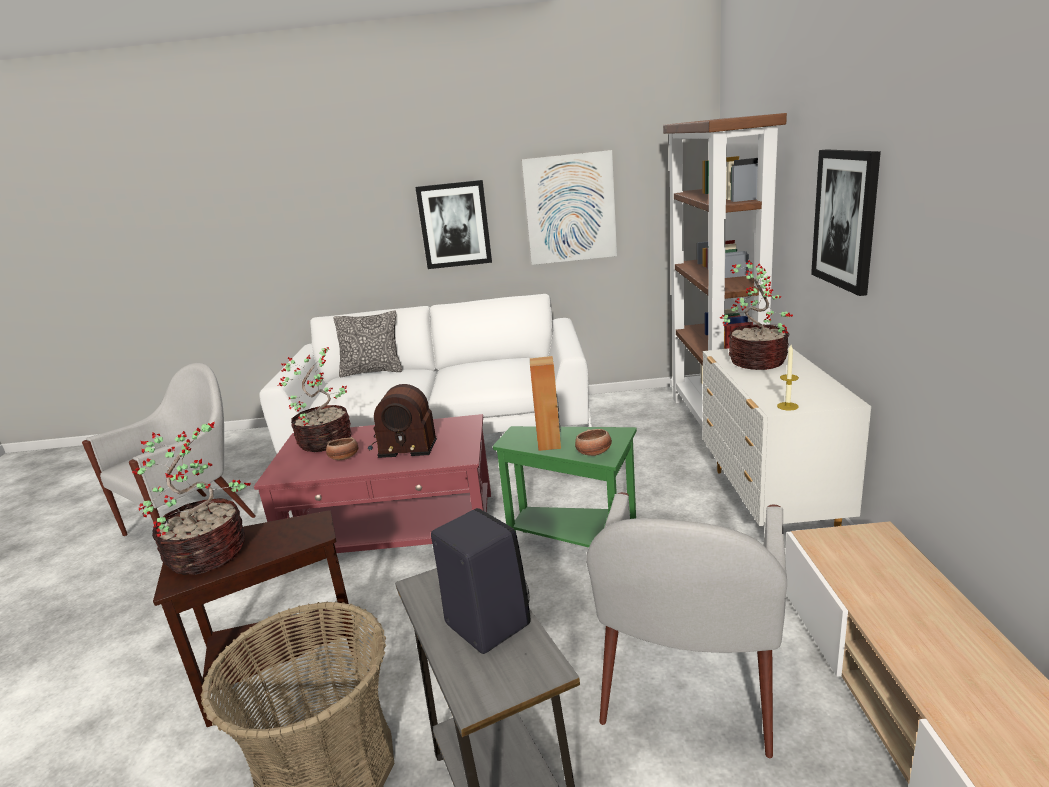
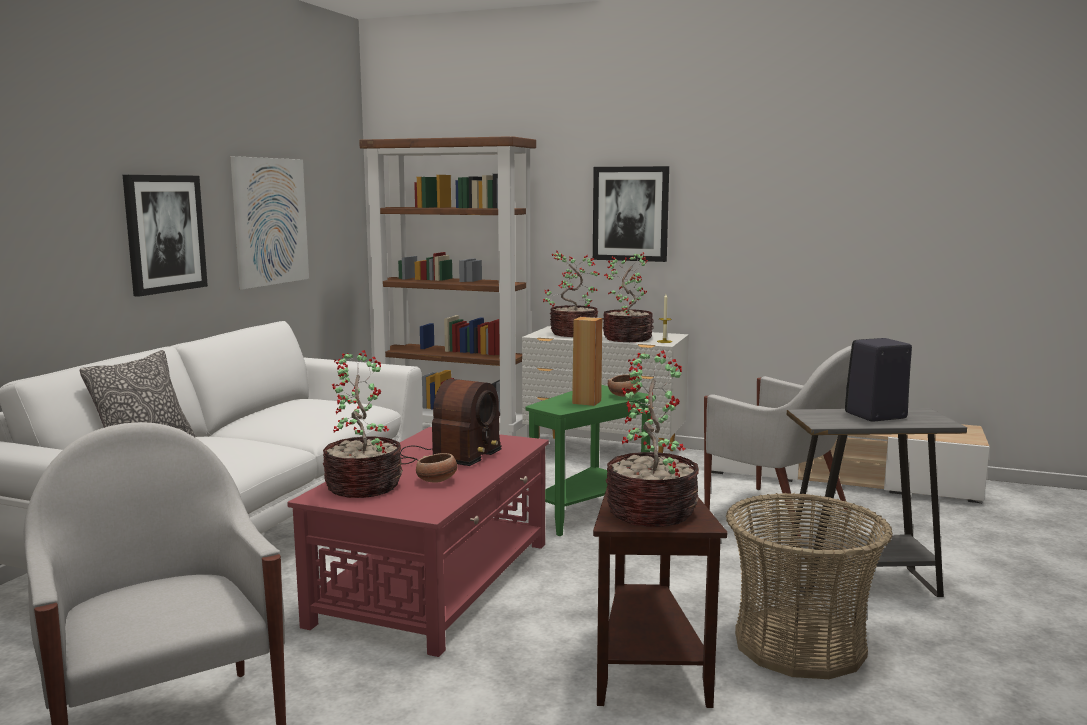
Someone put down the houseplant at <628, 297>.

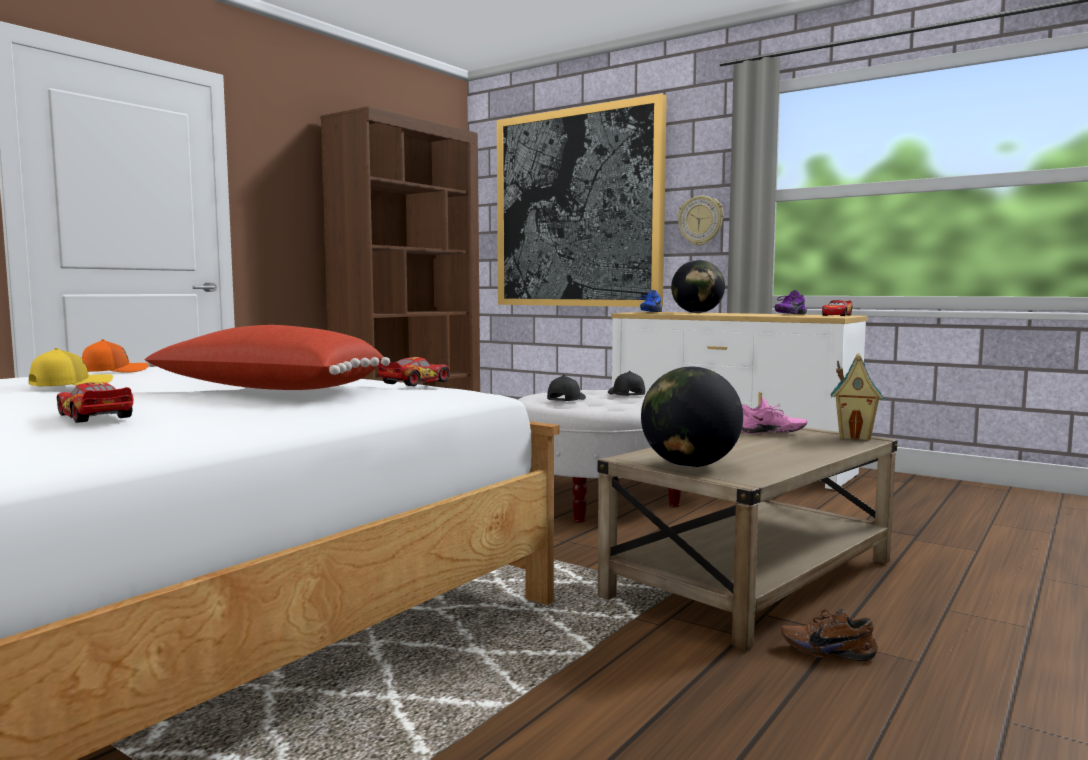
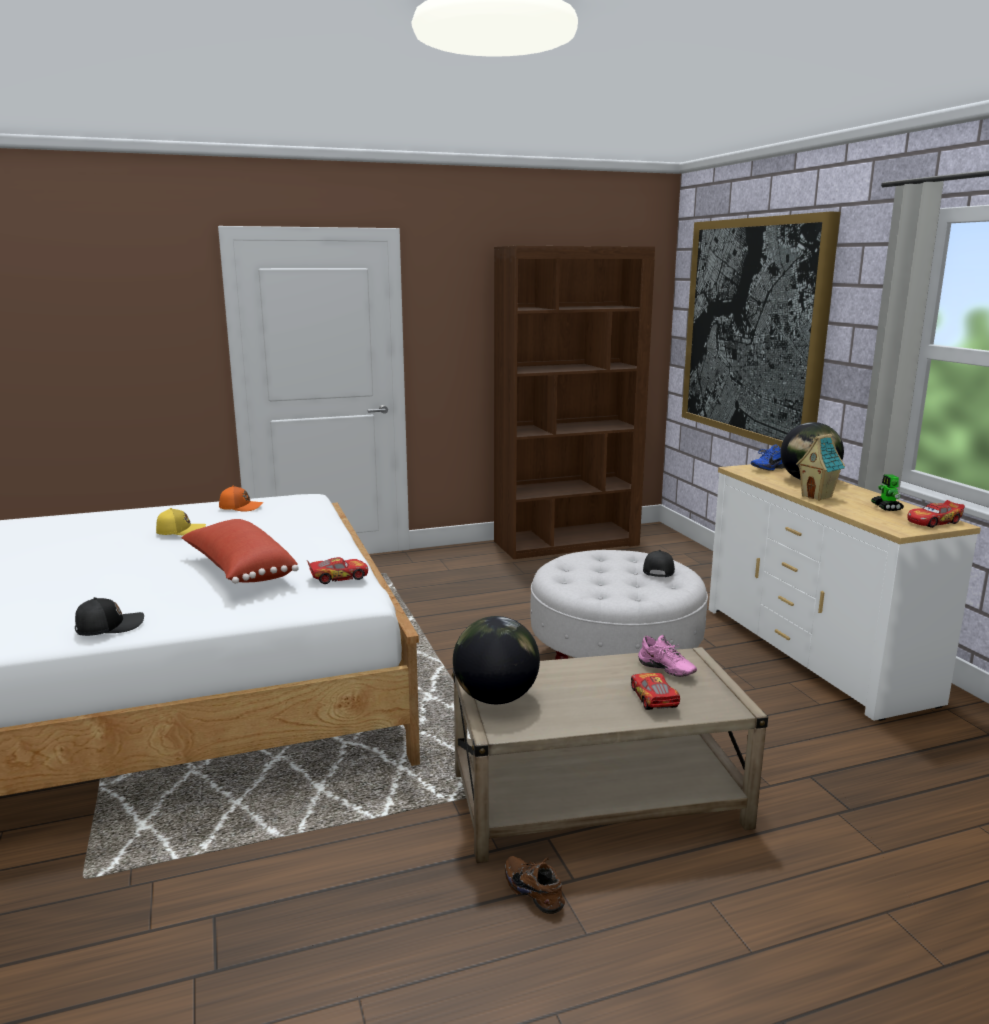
Someone took away the hanging clock at <701, 221>.
Someone swapped the purple-coloured low shoe at <790, 302> for the toy robot at <887, 492>.
Someone carried the toy house from <857, 397> to <820, 467>.
Someone carried the black-coloured baseball cap from <566, 388> to <109, 616>.
Someone carried the miniature car from <95, 402> to <655, 691>.

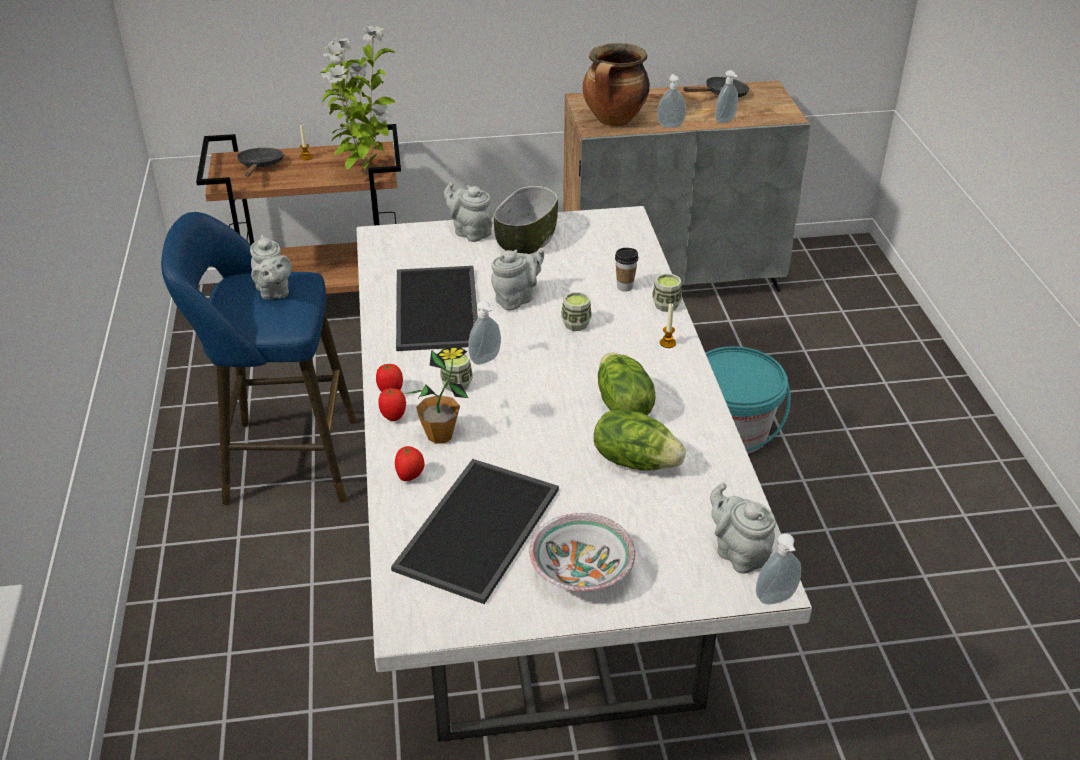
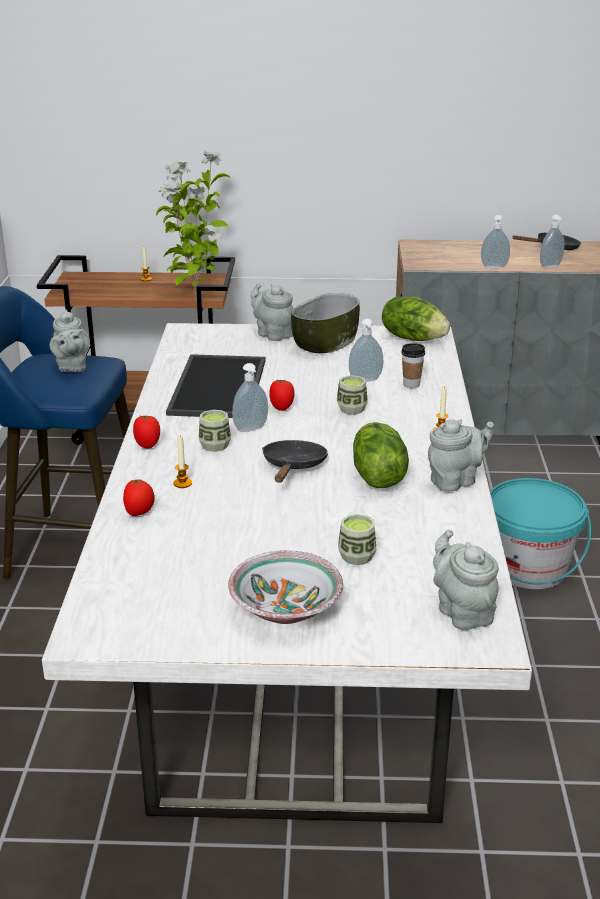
Someone took away the cooking pot at <616, 85>.
Someone carried the black-coloured pan from <260, 162> to <295, 461>.
Someone carried the greyish tea pot from <517, 279> to <461, 455>.
Someone carried the drinking cup from <667, 292> to <357, 539>.
Someone swapped the houseplant at <436, 395> for the wax candle at <182, 461>.
Someone carried the whole tomato from <392, 404> to <282, 395>.
Someone carried the lettuce from <640, 440> to <416, 318>.
Someone took away the tray at <475, 531>.
Someone carried the soap dispenser from <778, 568> to <366, 350>.

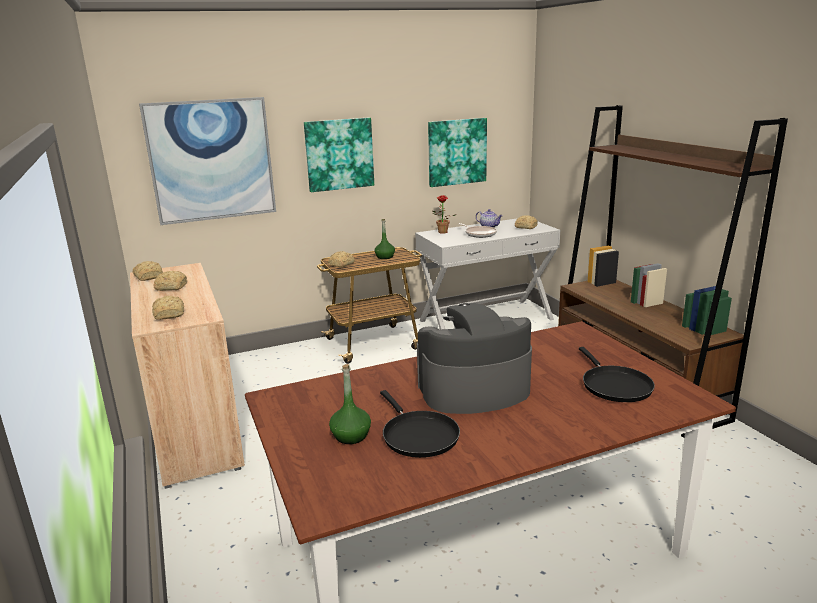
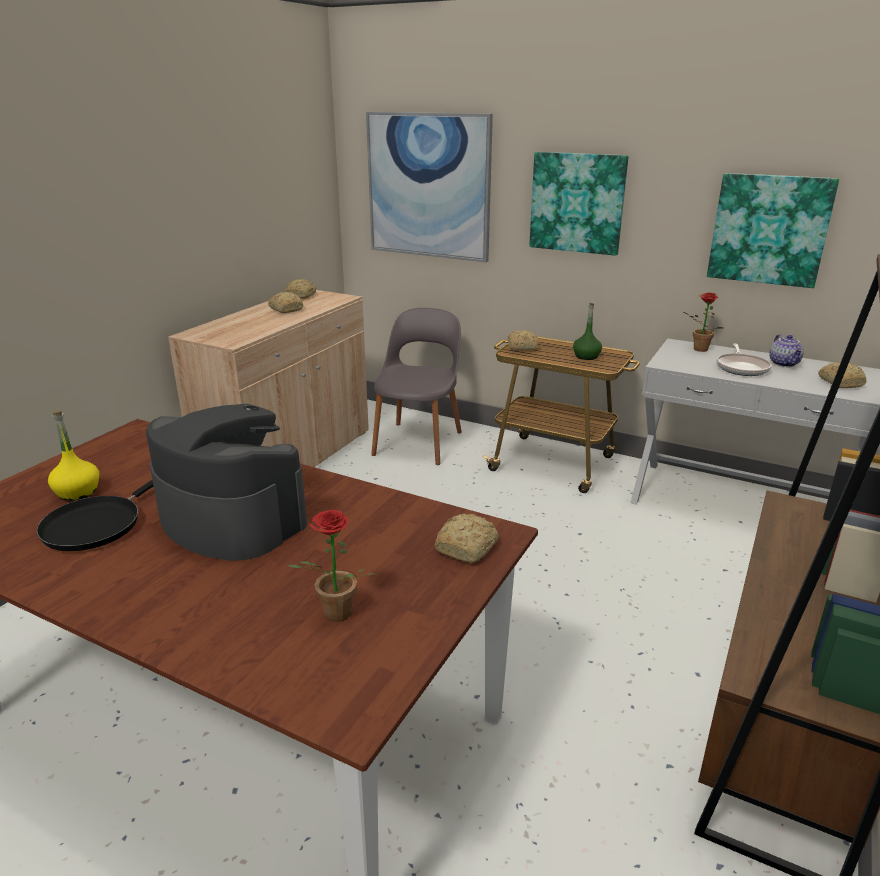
Someone carried the bakery bread from <168, 308> to <467, 538>.
Someone swapped the black-coloured pan at <617, 374> for the houseplant at <331, 566>.
Someone repainted the green-coloured beverage bottle at <350, 404>, which became the yellow-coloured beverage bottle at <73, 456>.
Someone put down the greyish plain chair at <416, 386>.

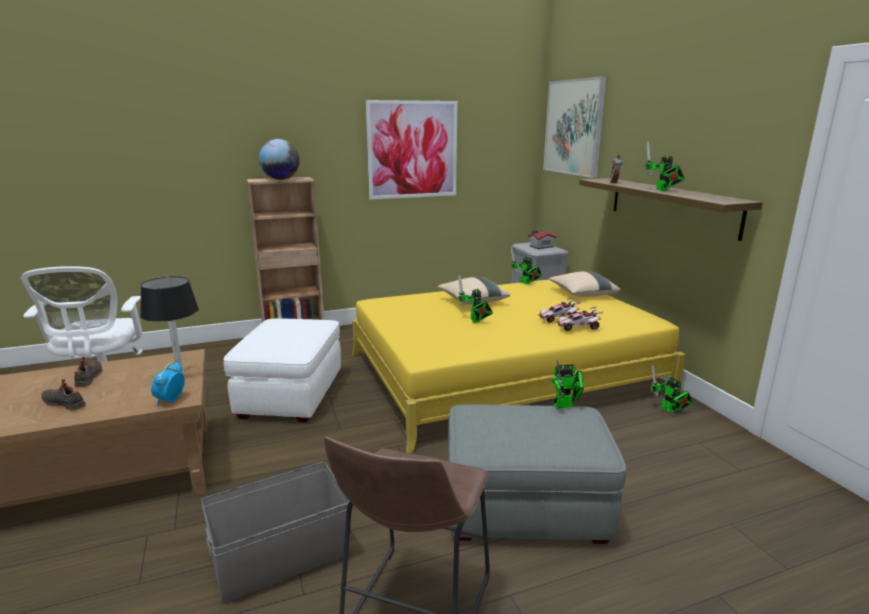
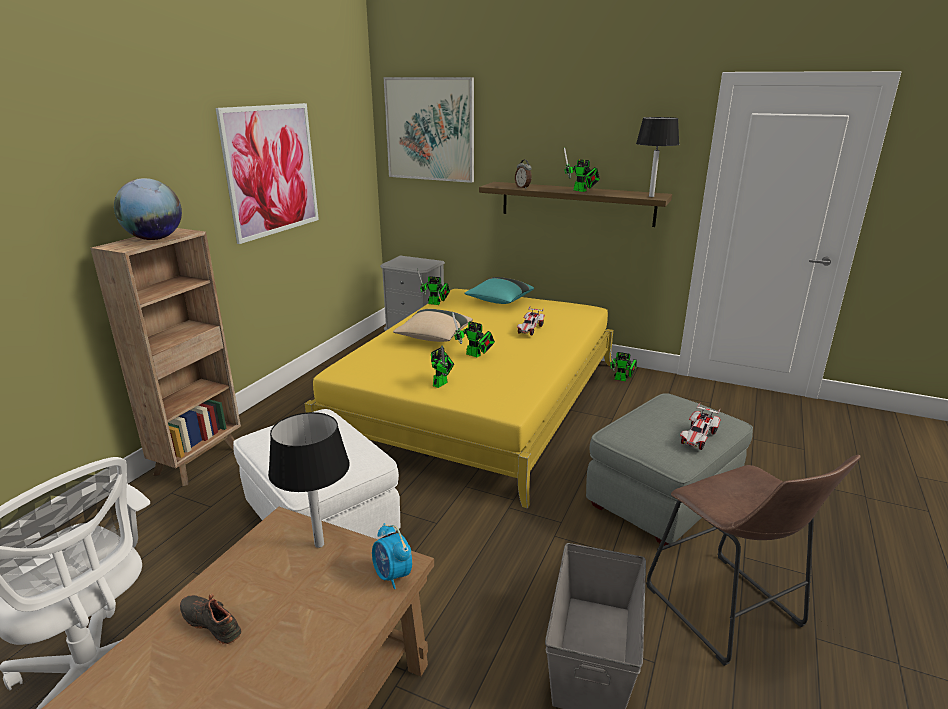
Someone took away the toy house at <542, 239>.
Someone repainted the beige cushion at <585, 284>, which became the turquoise-coloured cushion at <499, 290>.
Someone carried the miniature car from <580, 318> to <700, 426>.
Someone carried the toy robot from <568, 384> to <442, 366>.
Someone took away the black-coloured low shoe at <63, 395>.
Someone put down the black-coloured table lamp at <657, 157>.

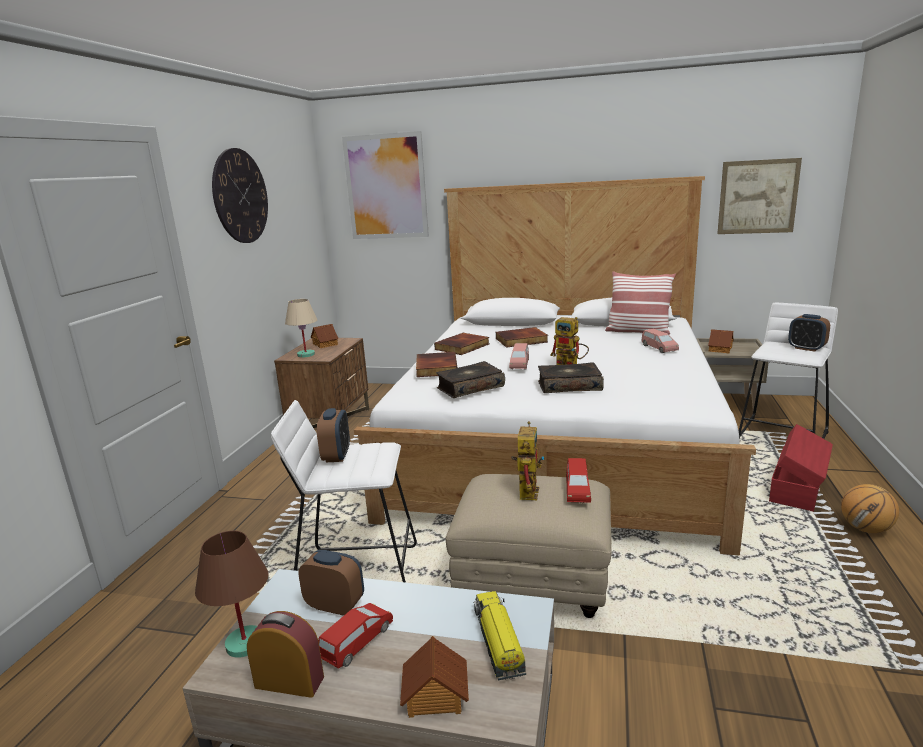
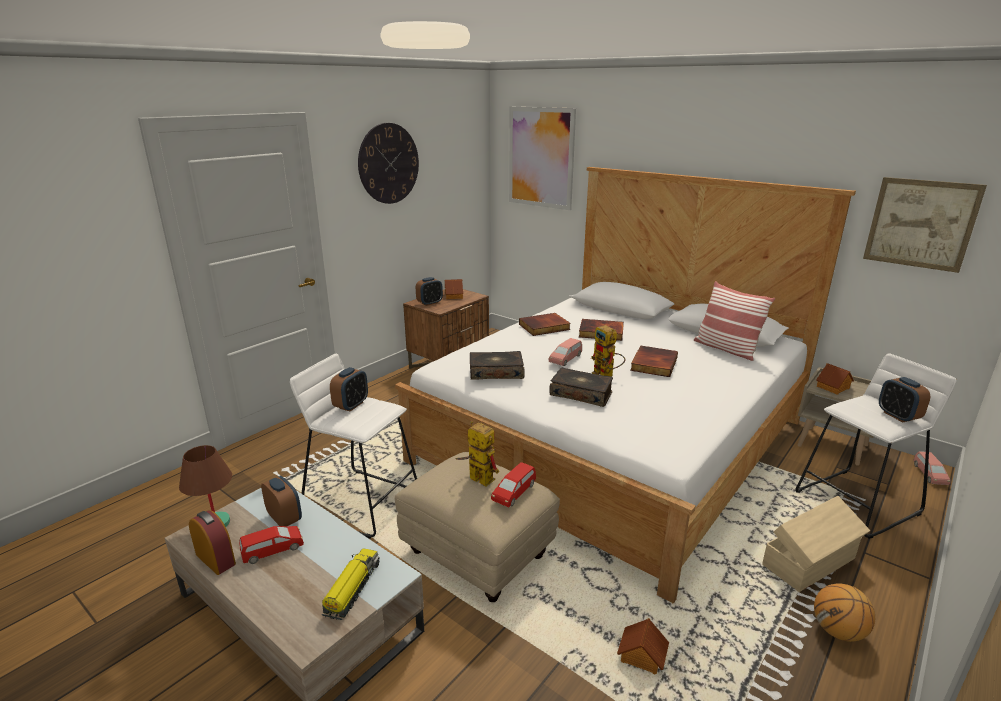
Someone swapped the beige table lamp at <301, 328> for the alarm clock at <429, 291>.
Someone carried the pinkish miniature car from <660, 341> to <932, 468>.
Someone carried the bound book from <436, 364> to <654, 361>.
Someone rotated the toy robot at <527, 460> by 90 degrees counterclockwise.
Someone repainted the red-coloured storage box at <801, 468>, which became the beige storage box at <816, 544>.
Someone carried the toy house from <434, 677> to <643, 646>.

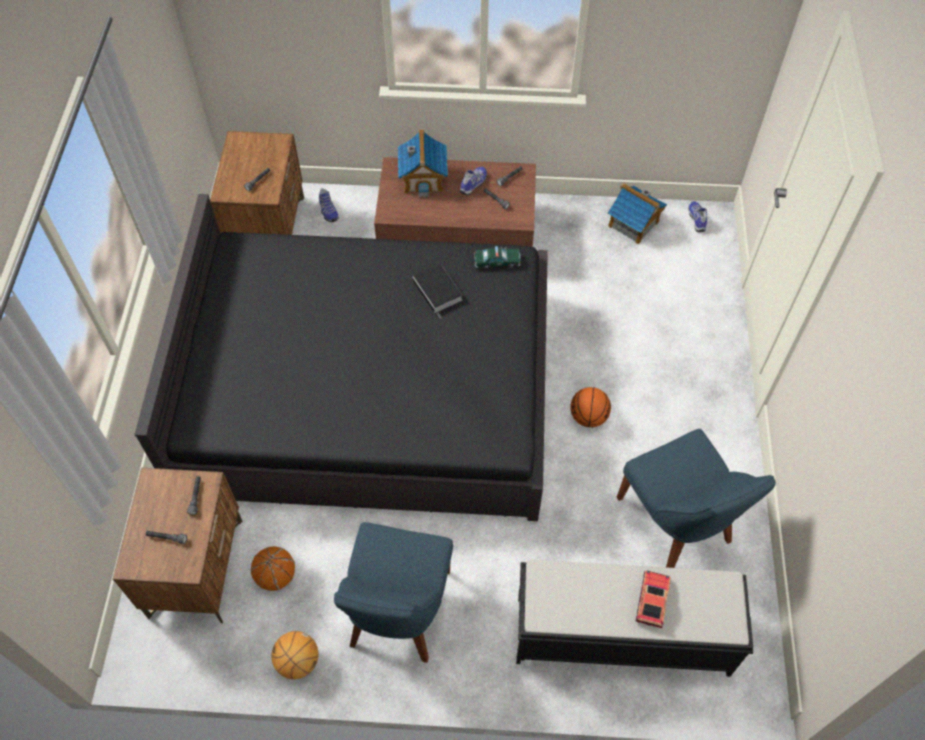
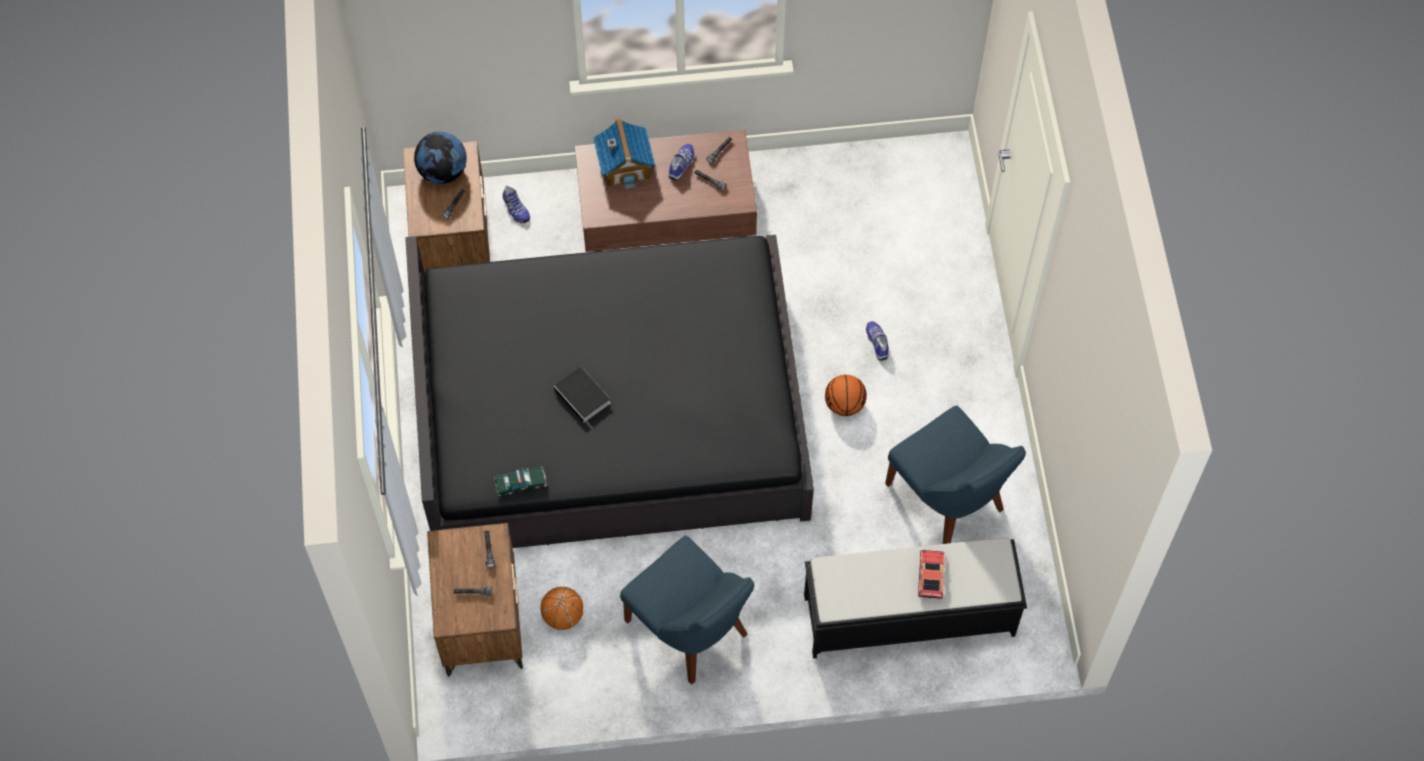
Someone took away the toy house at <637, 213>.
Someone carried the low shoe from <697, 216> to <877, 341>.
Someone carried the miniature car from <497, 257> to <520, 481>.
Someone carried the bound book from <437, 291> to <582, 397>.
Someone rotated the blue-coloured plain chair at <393, 592> by 45 degrees counterclockwise.
Someone took away the ball for basketball at <294, 655>.
Someone put down the desk globe at <440, 158>.

